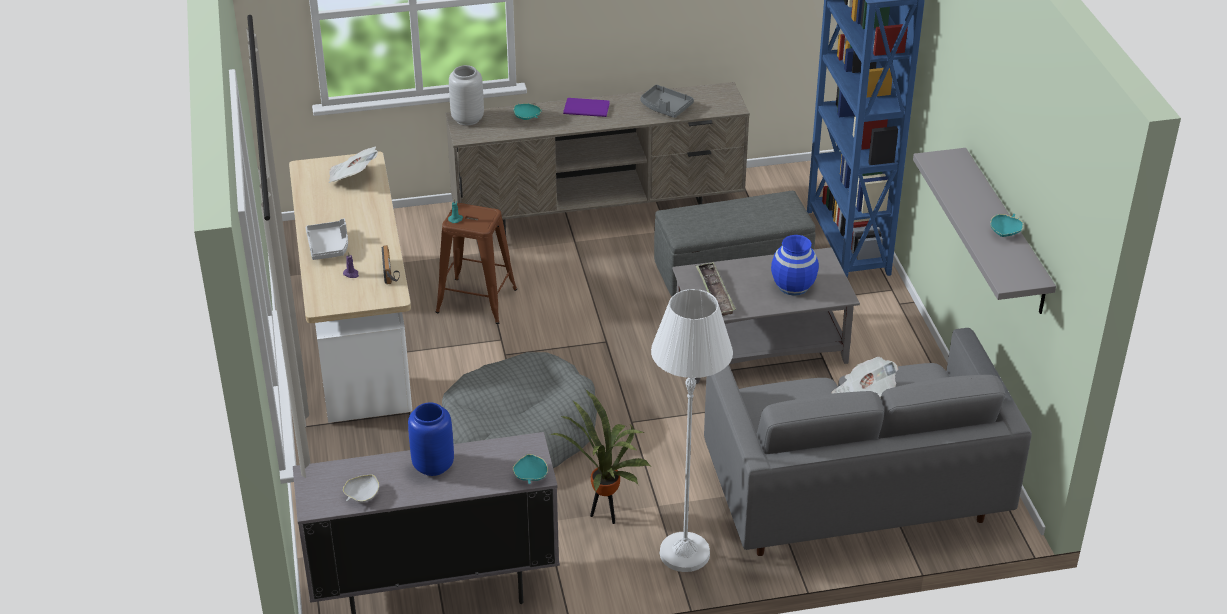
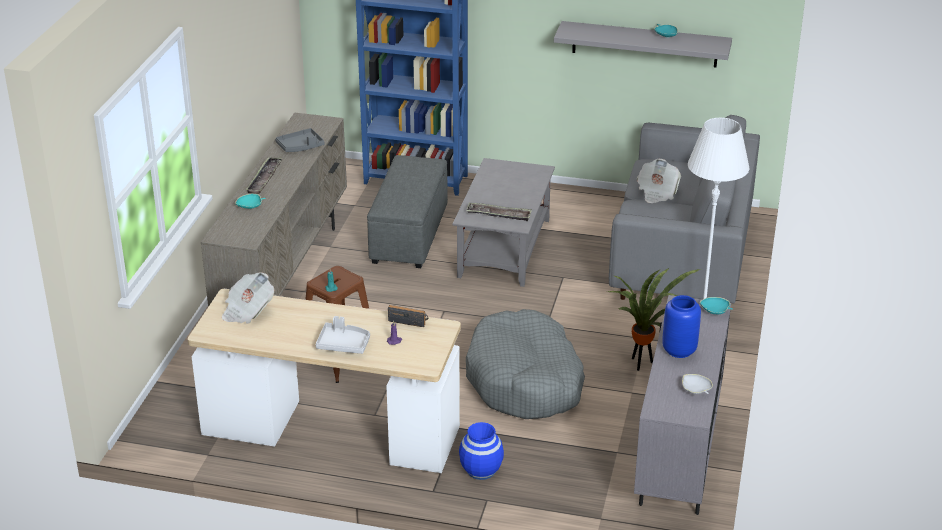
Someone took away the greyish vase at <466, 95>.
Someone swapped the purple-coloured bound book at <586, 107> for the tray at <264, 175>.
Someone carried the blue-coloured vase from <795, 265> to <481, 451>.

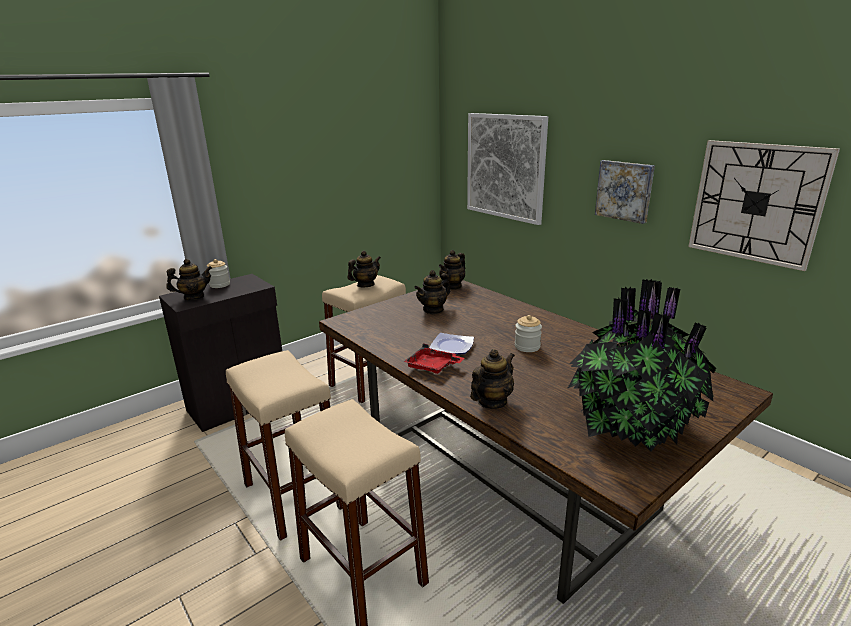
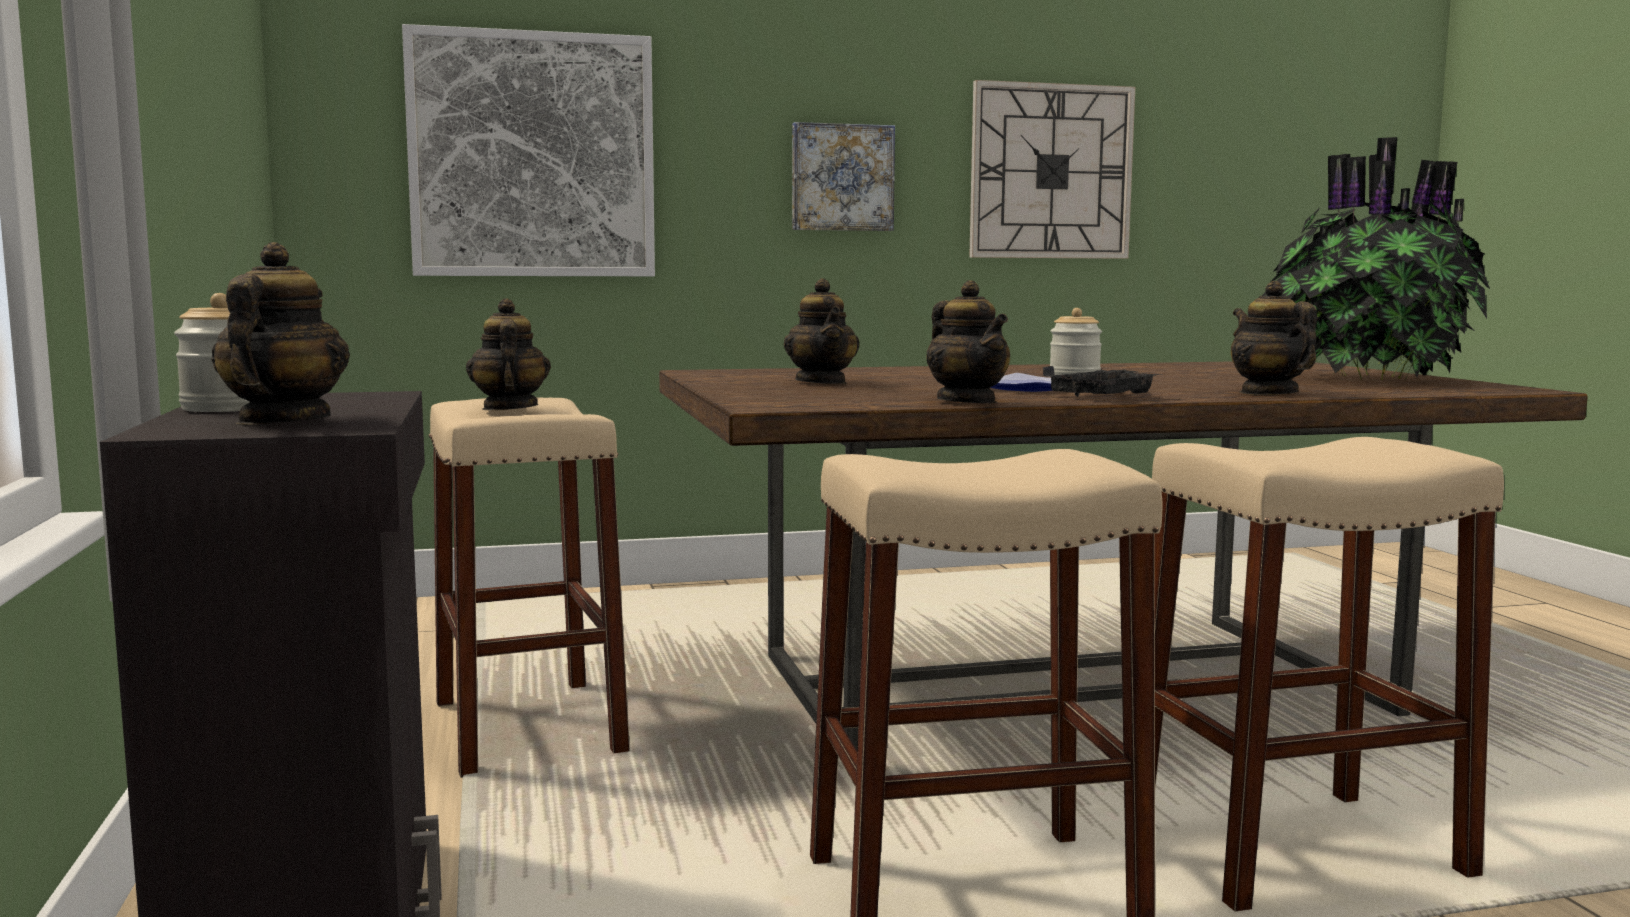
Someone carried the tea pot from <452, 270> to <968, 342>.
Someone repainted the red-coloured tray at <434, 359>, which became the black-coloured tray at <1103, 381>.

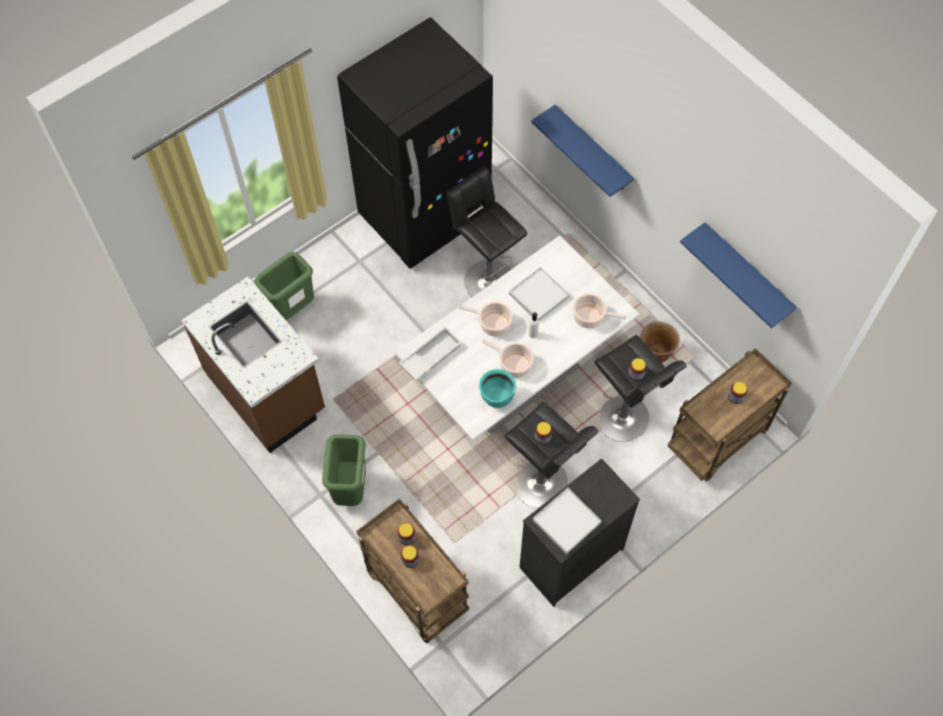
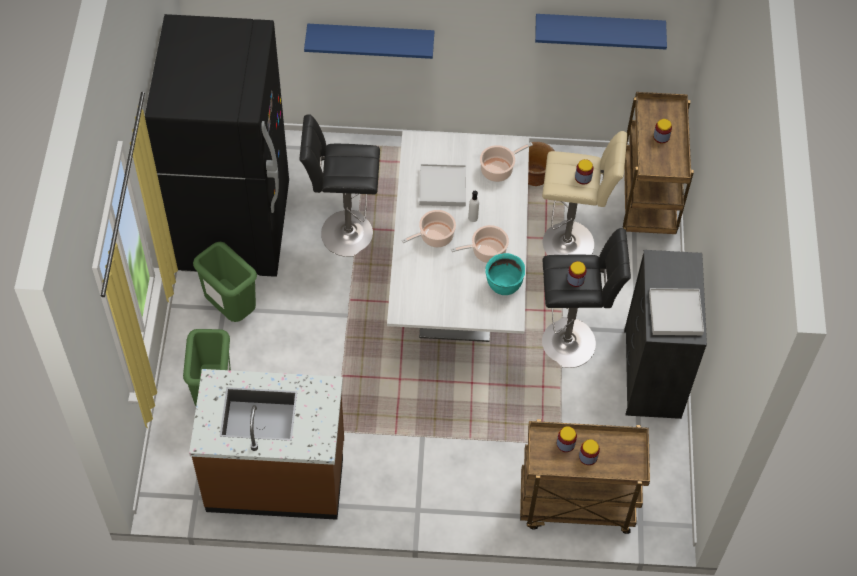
Someone took away the whitish tray at <430, 353>.
Someone repainted the black-coloured sitting stool at <640, 388>, which became the beige sitting stool at <584, 193>.
Someone carried the green-coloured rubbish bin from <344, 470> to <225, 282>.

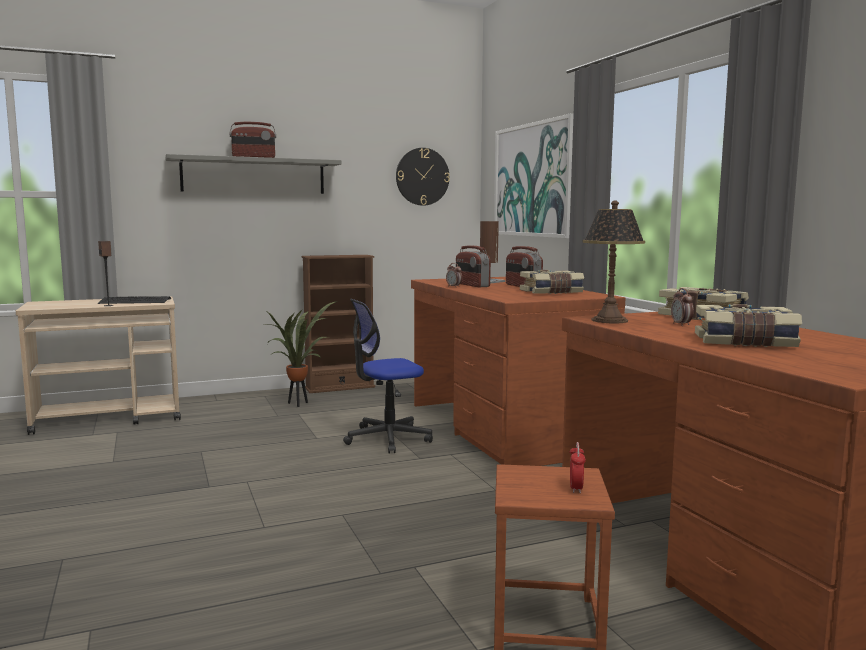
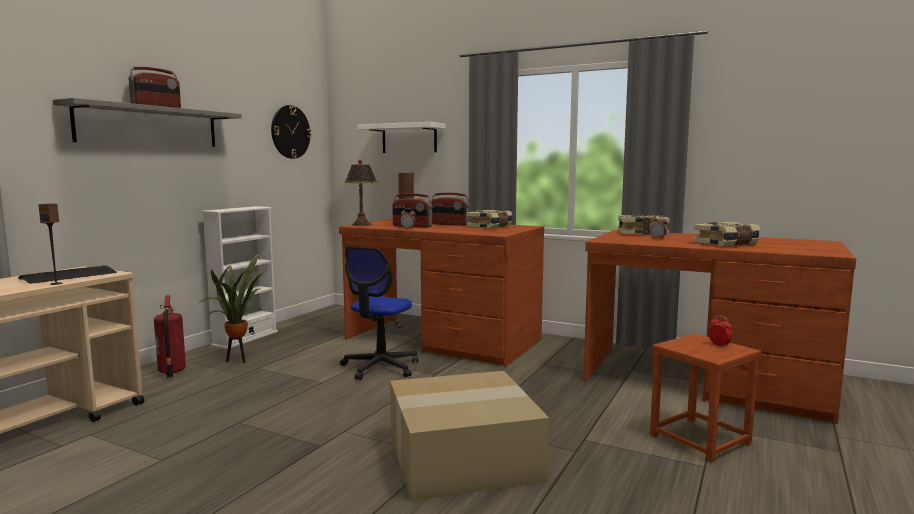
Someone swapped the wall art at <534, 175> for the whitish wall shelf at <402, 137>.
Someone carried the table lamp from <613, 261> to <360, 193>.
Someone repainted the brownish bookcase at <338, 324>, which became the whitish bookcase at <240, 277>.
Someone put down the fire-fighting cylinder at <170, 336>.
Someone put down the carton at <469, 436>.

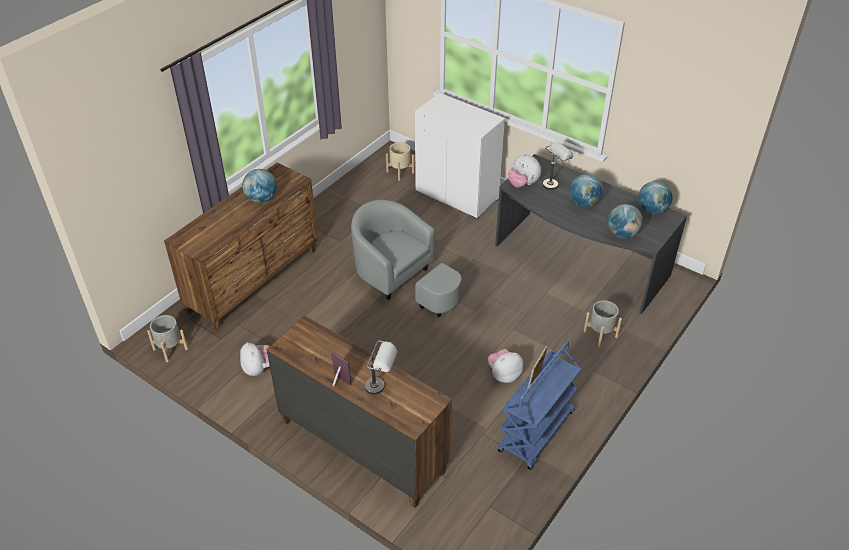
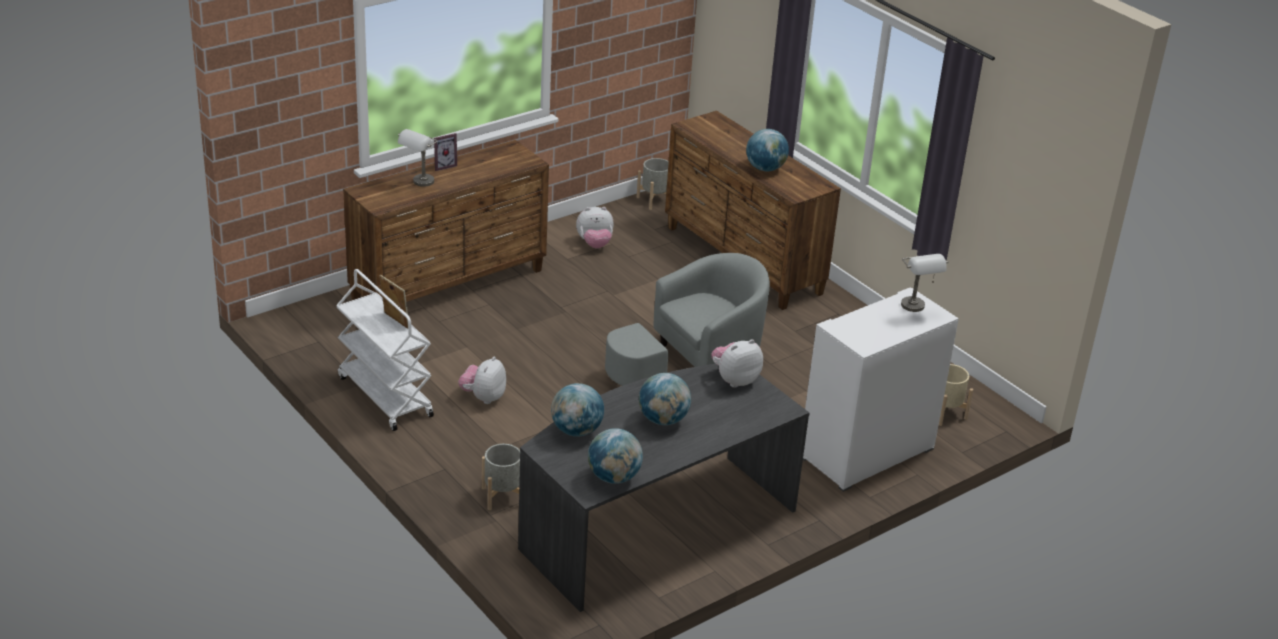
Someone carried the greyish table lamp from <558, 166> to <924, 283>.
Someone repainted the blue-coloured cart at <539, 405>, which became the whitish cart at <385, 350>.
Someone rotated the cuddly toy at <506, 366> by 150 degrees counterclockwise.

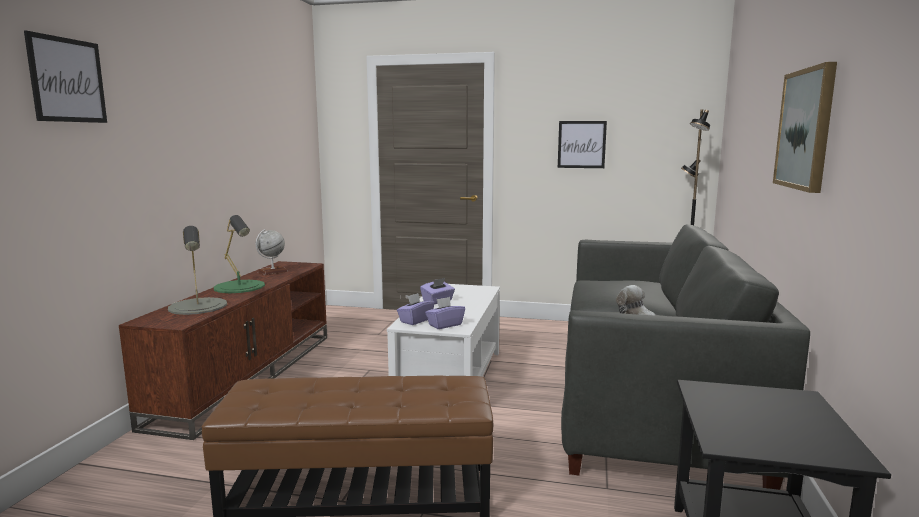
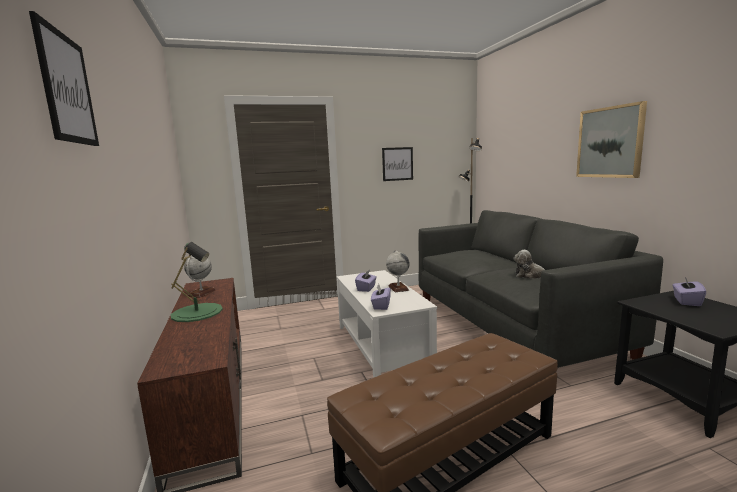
Someone took away the greyish table lamp at <197, 270>.
Someone carried the purple-coloured box of tissues from <445, 313> to <689, 291>.
Someone put down the desk globe at <398, 271>.

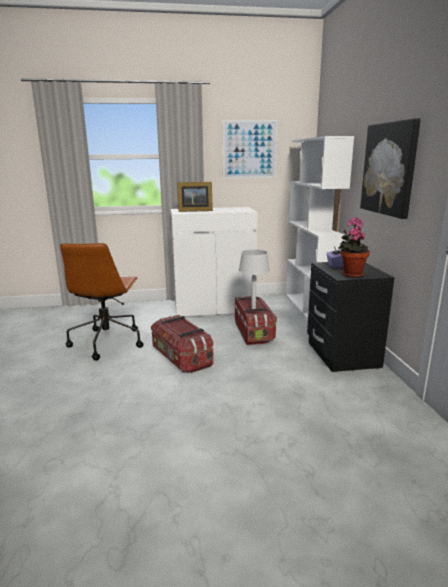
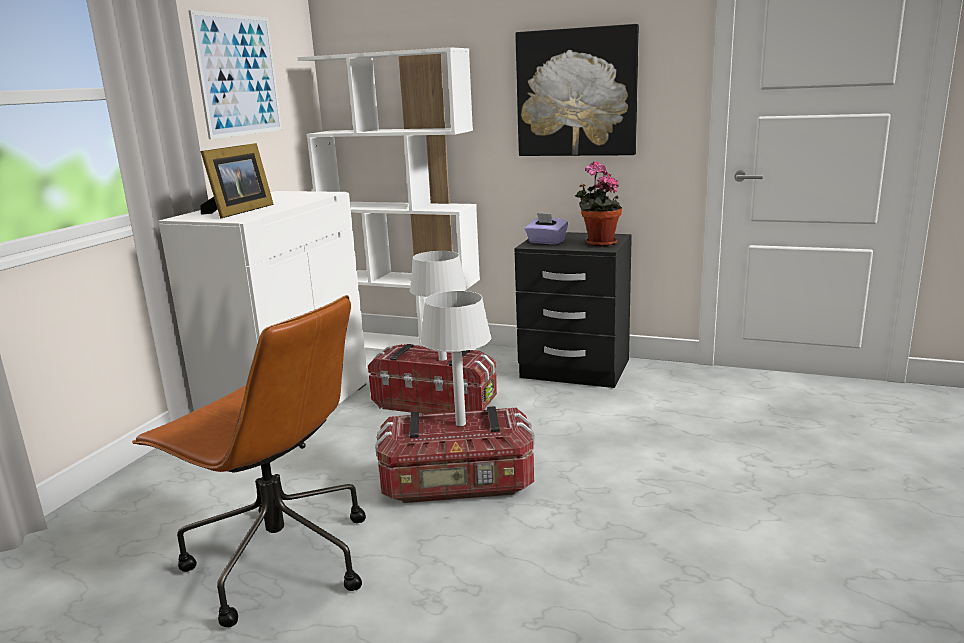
Someone put down the greyish table lamp at <455, 358>.

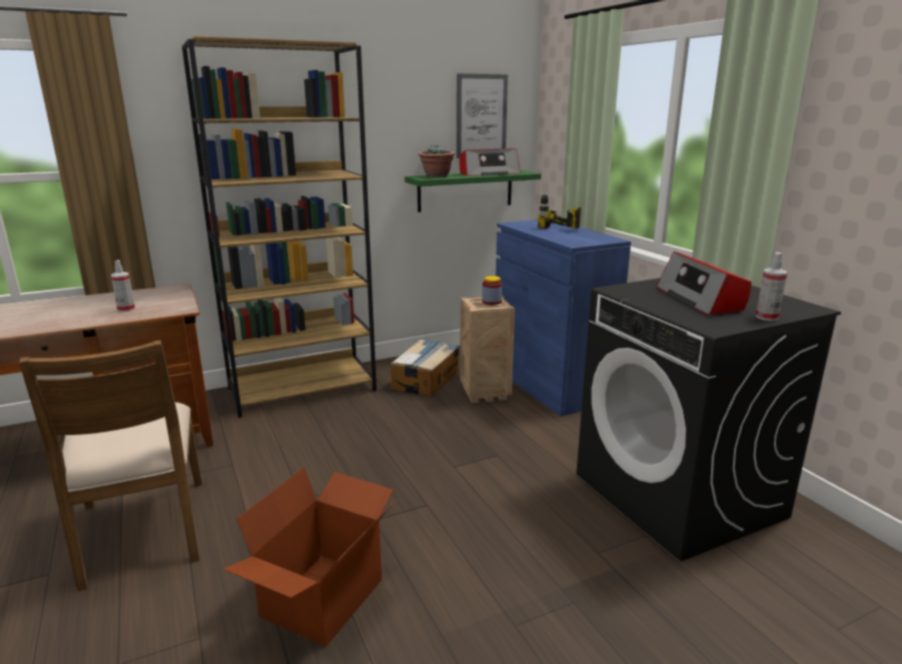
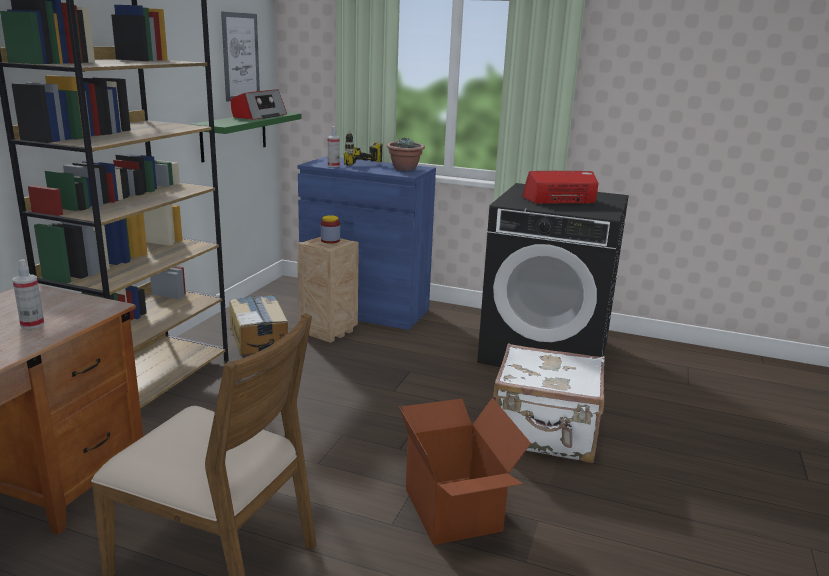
Someone carried the houseplant from <436, 161> to <406, 154>.
Someone rotated the radio at <704, 283> by 135 degrees clockwise.
Someone carried the hand sprayer from <771, 286> to <334, 146>.
Someone put down the whitish piece of luggage at <549, 403>.

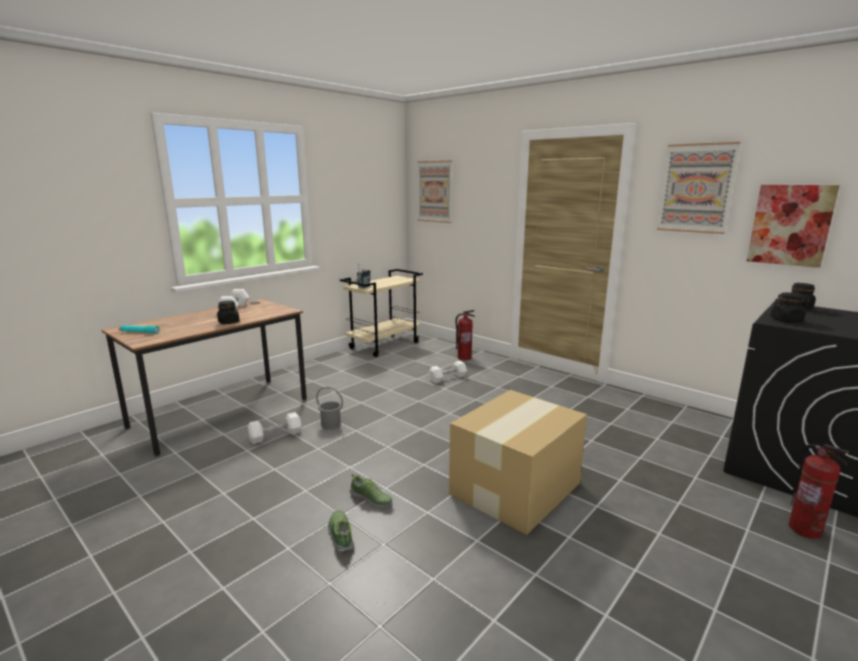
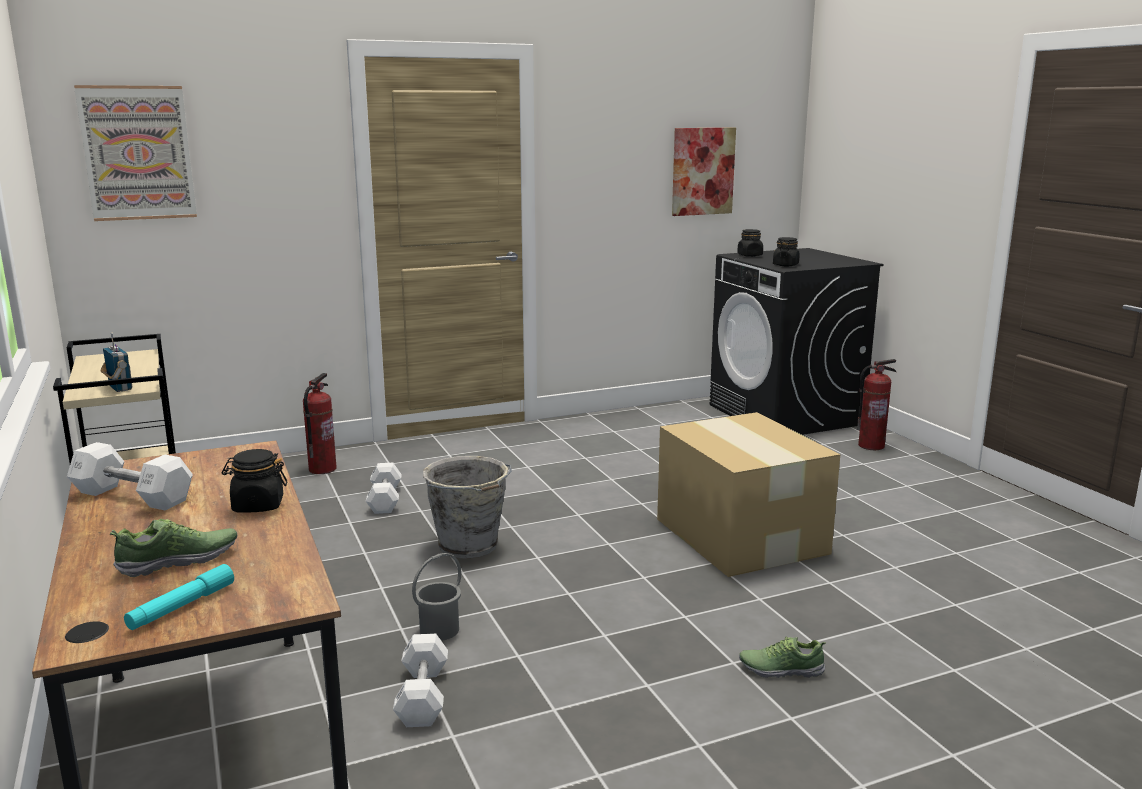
Someone took away the wall art at <699, 188>.
Someone carried the low shoe from <371, 490> to <173, 548>.
Someone put down the greyish pail at <467, 507>.

